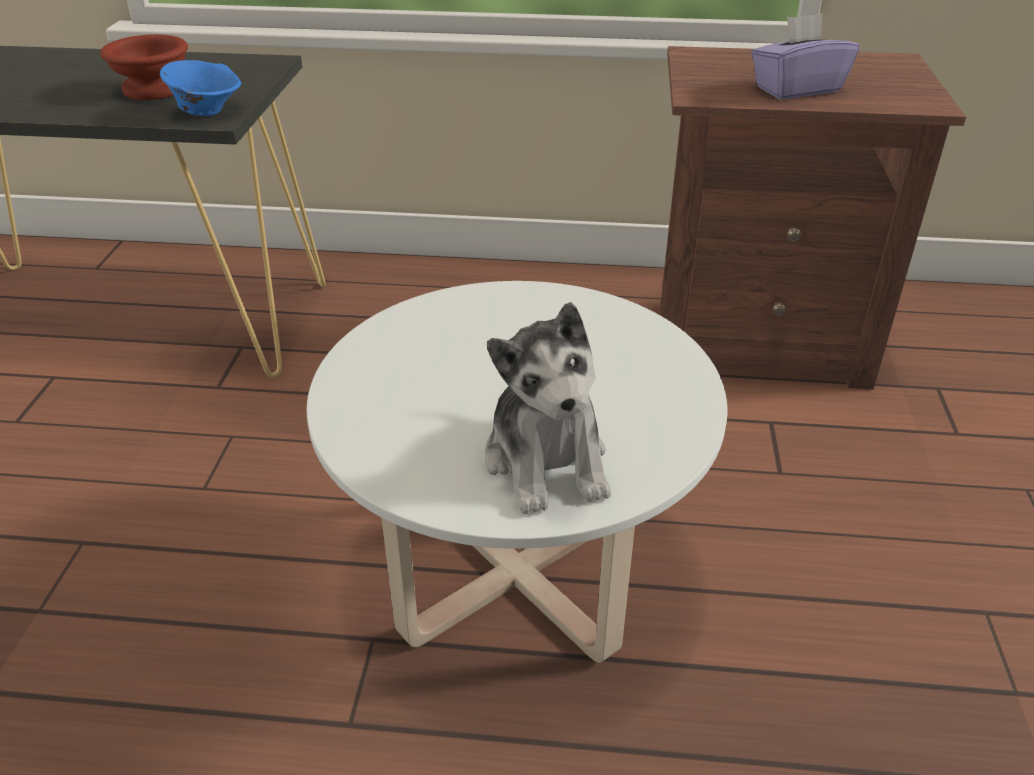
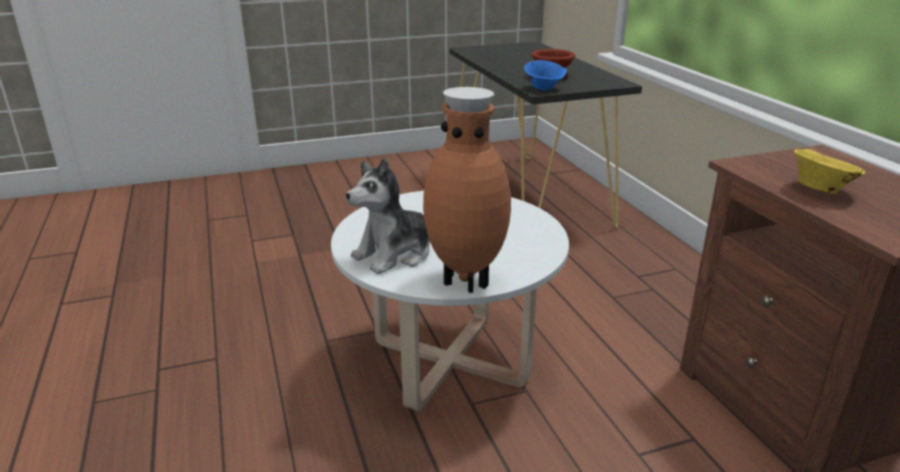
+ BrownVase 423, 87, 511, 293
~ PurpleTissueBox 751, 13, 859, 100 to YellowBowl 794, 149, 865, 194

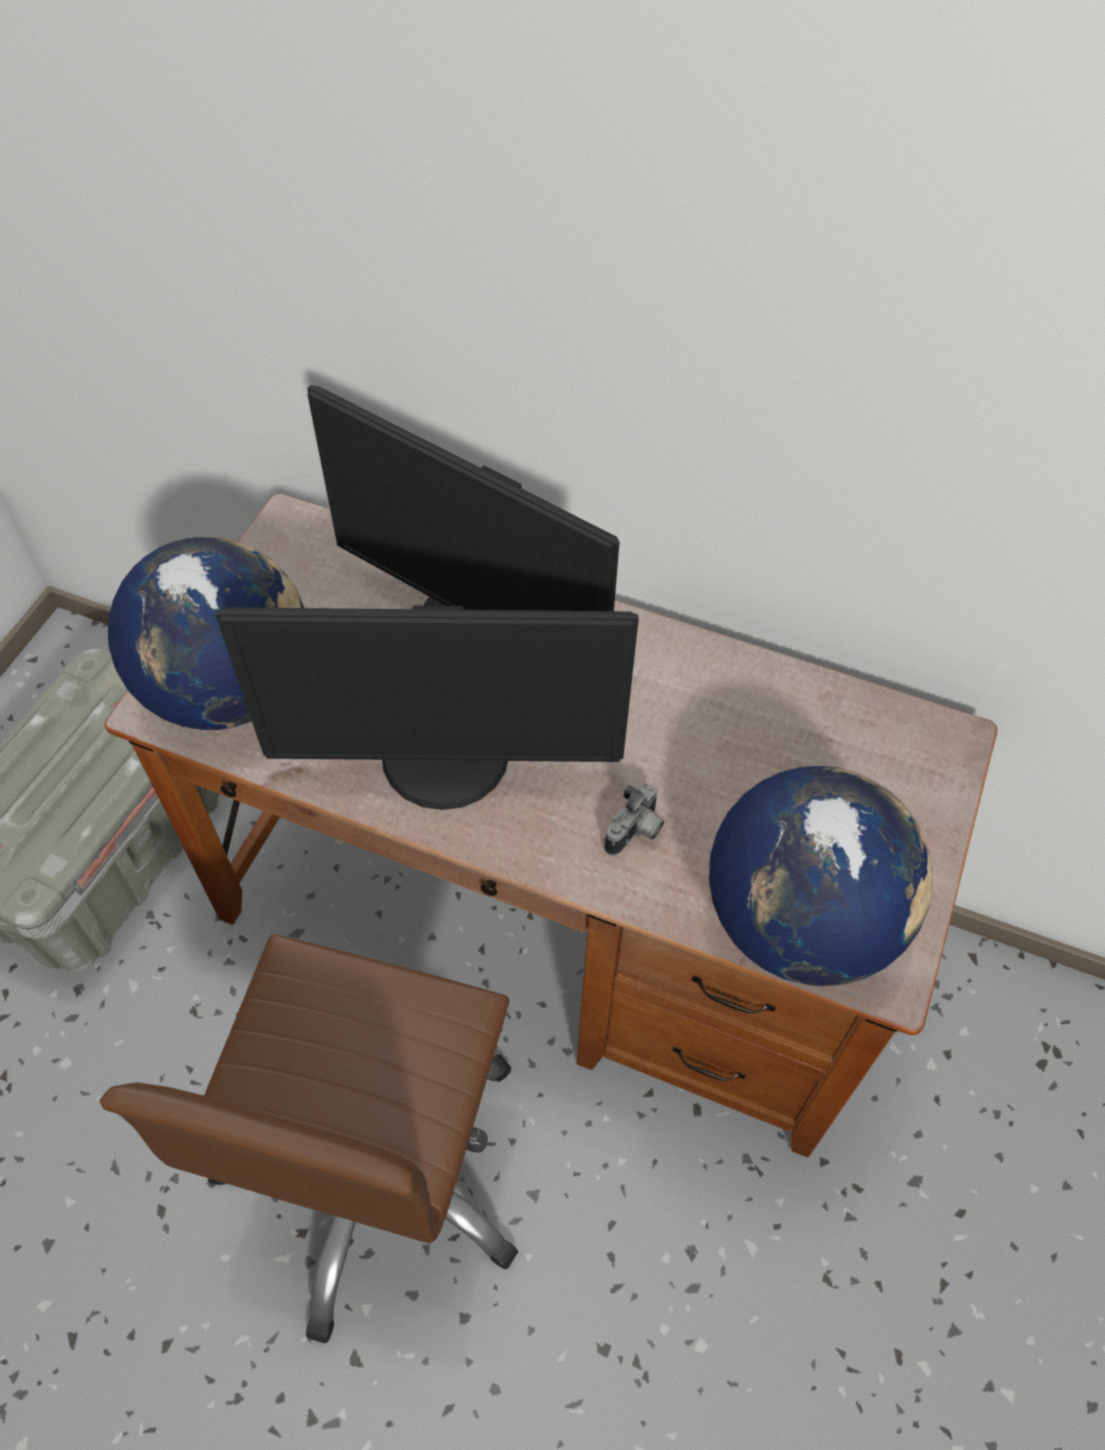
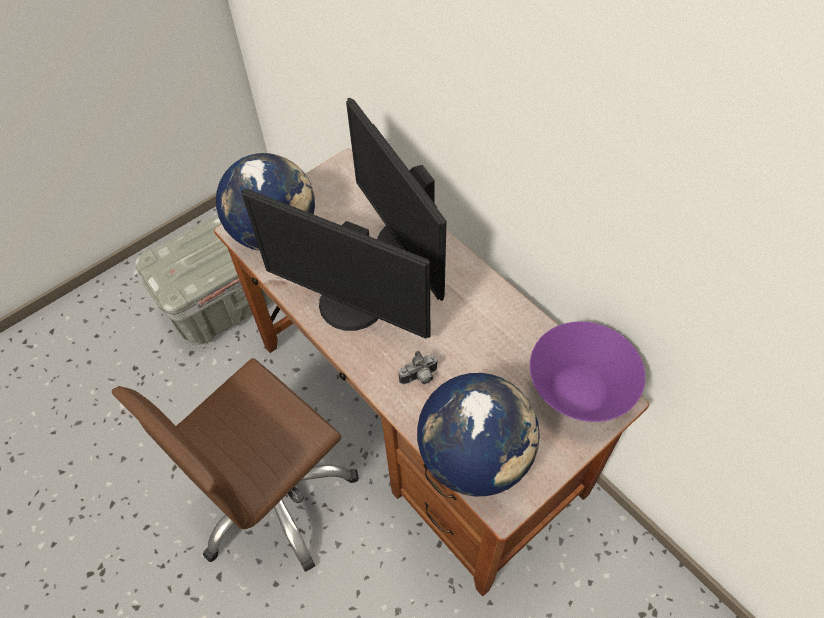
+ PurpleBowl 530, 322, 645, 422

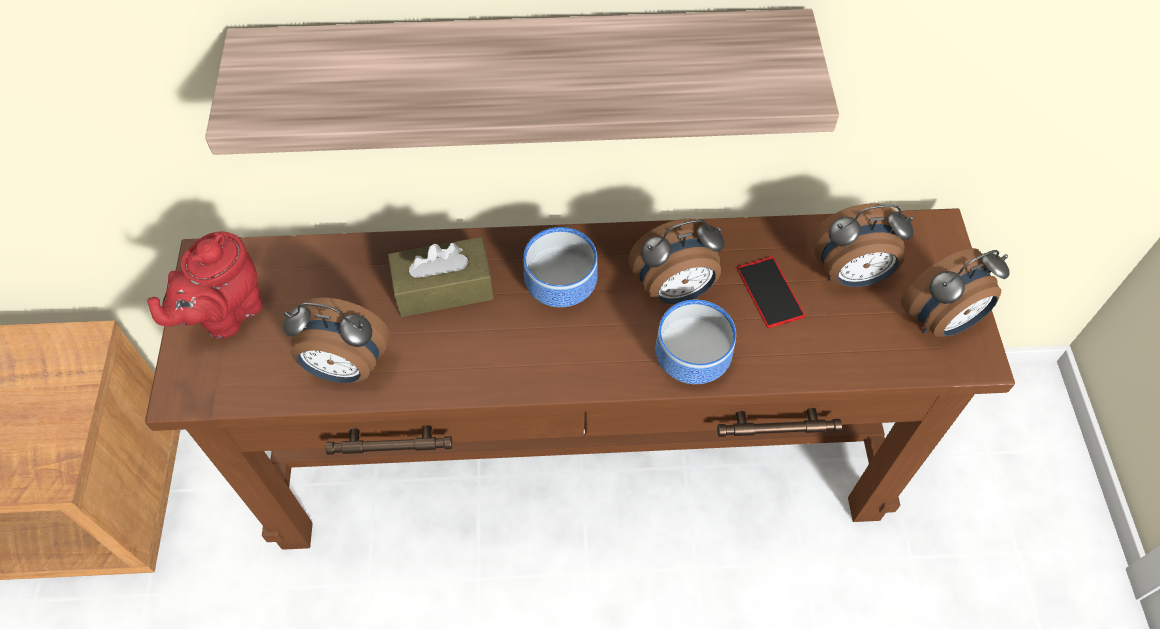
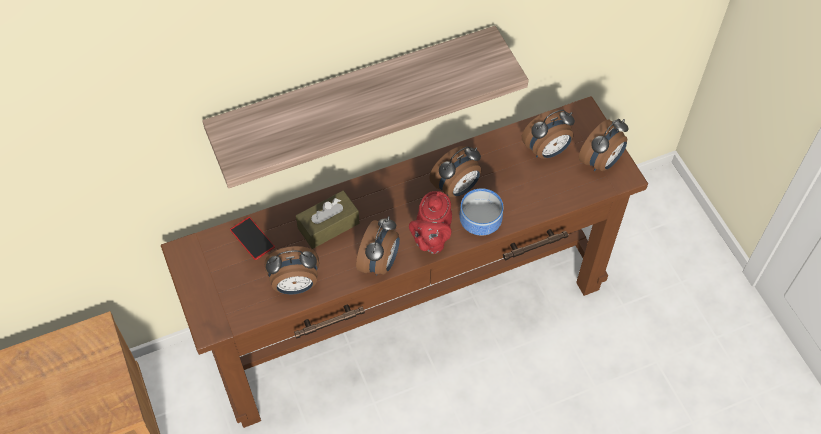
- Bowl 523, 227, 598, 307
+ AlarmClock 356, 216, 400, 276
~ RedTeapot 147, 231, 263, 339 to 409, 191, 452, 254
~ Phone 737, 256, 805, 328 to 230, 217, 275, 260

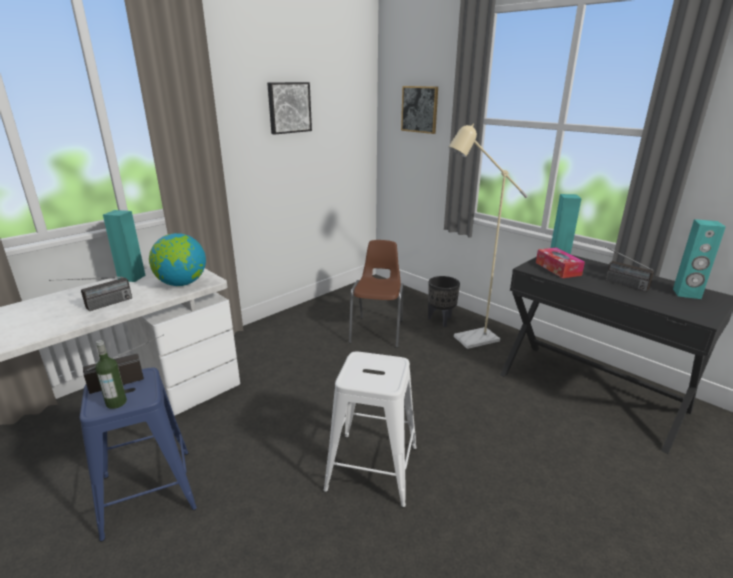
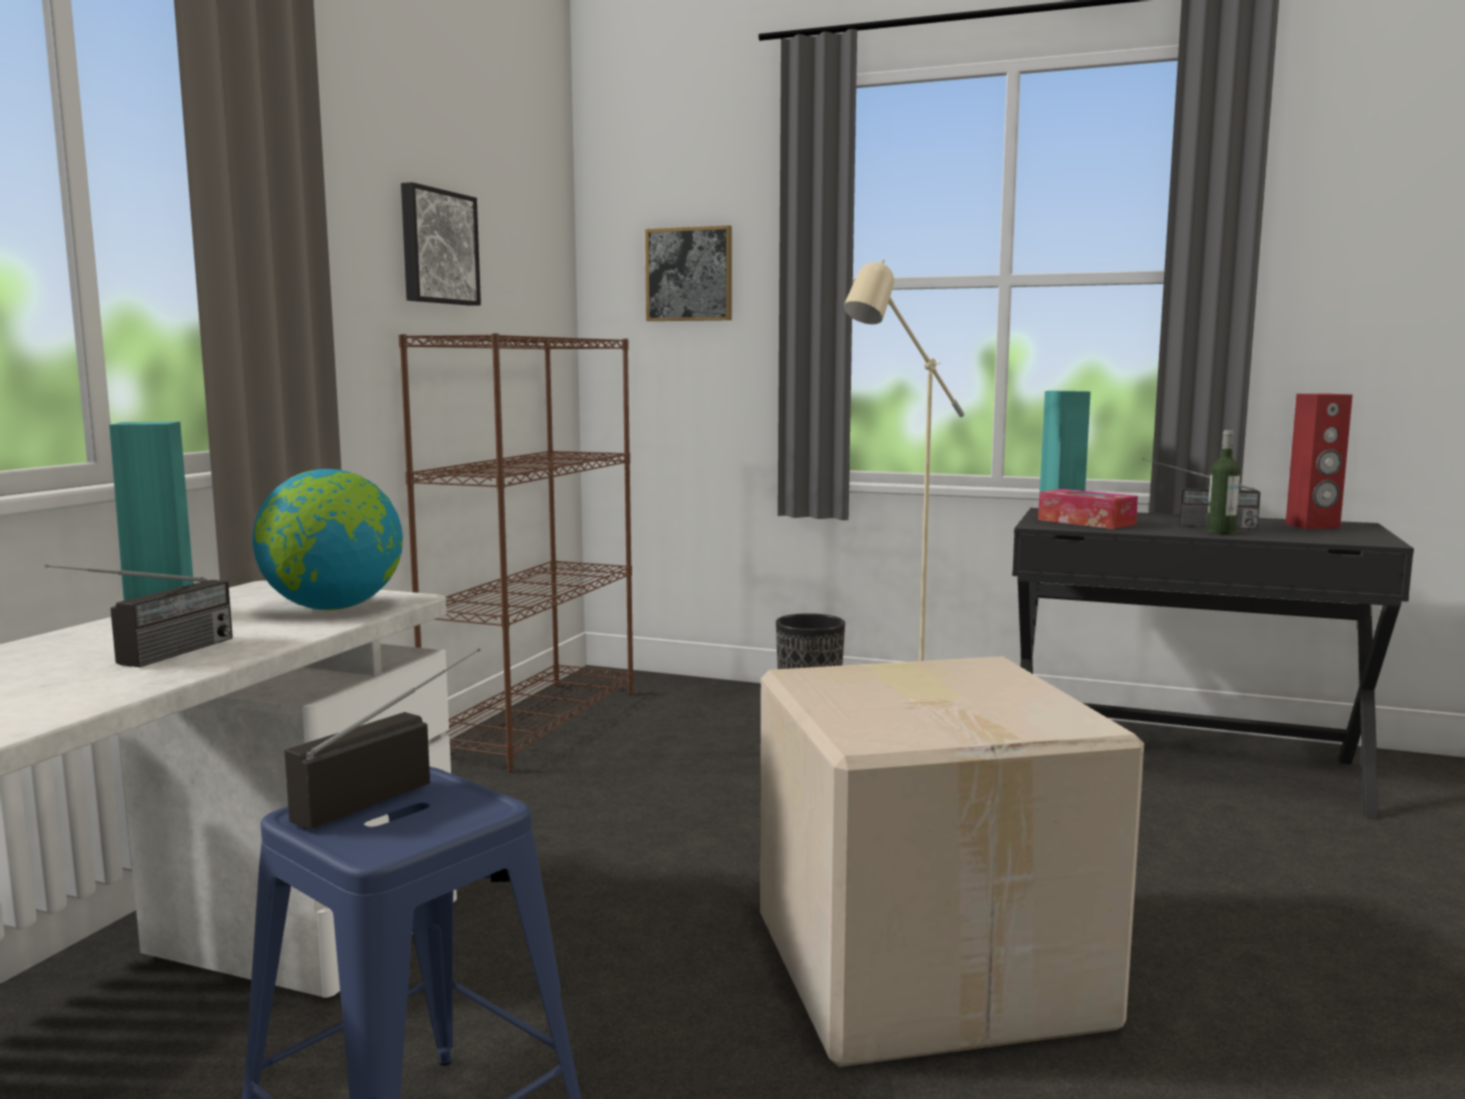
- BrownChair 349, 240, 403, 348
+ BrownBookcase 399, 333, 634, 772
~ Bottle 95, 340, 127, 409 to 1207, 430, 1240, 534
~ WhiteStool 324, 352, 417, 508 to CardboardBox 760, 656, 1144, 1067
~ TurquoiseSpeaker 673, 219, 726, 299 to RedSpeaker 1285, 394, 1353, 529

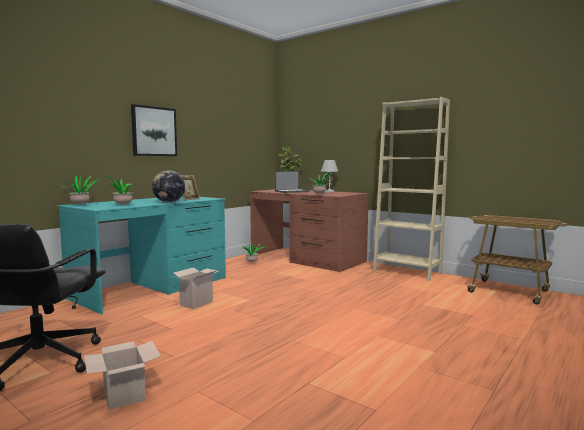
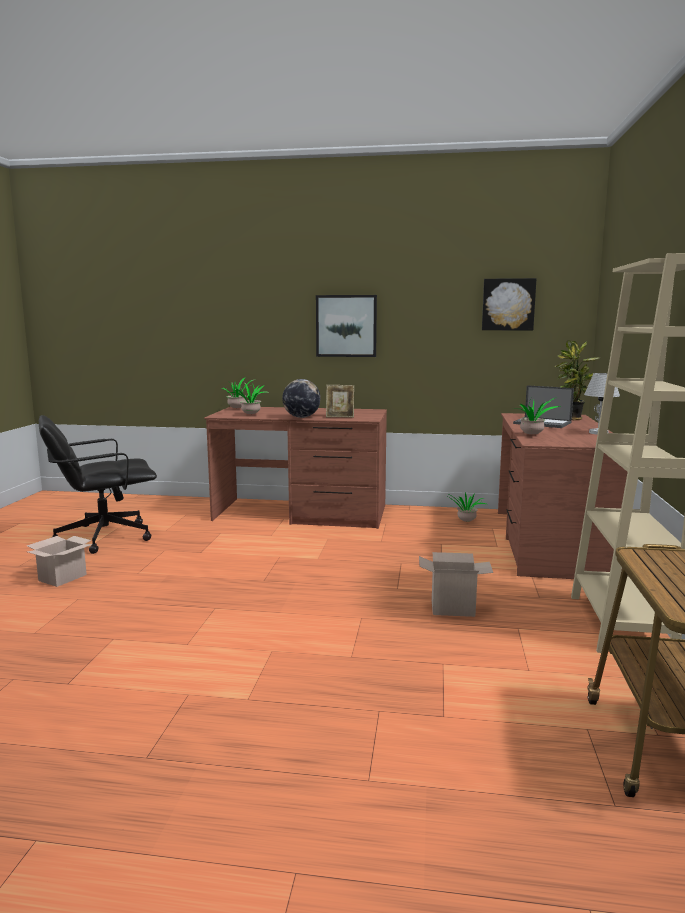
+ Picture 482, 278, 536, 330
~ CardboardBox 174, 267, 218, 309 to 419, 552, 493, 617
~ TurquoiseDesk 57, 196, 226, 315 to BrownDesk 204, 406, 387, 529

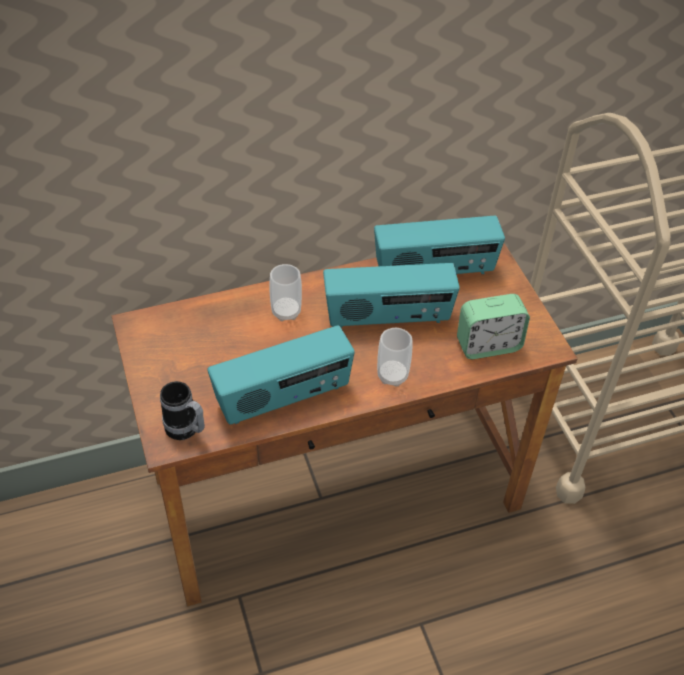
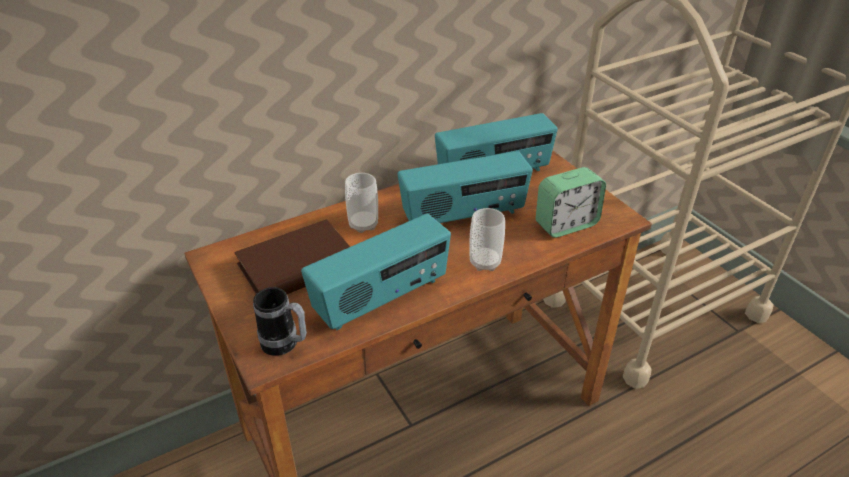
+ BrownBook 235, 219, 350, 294

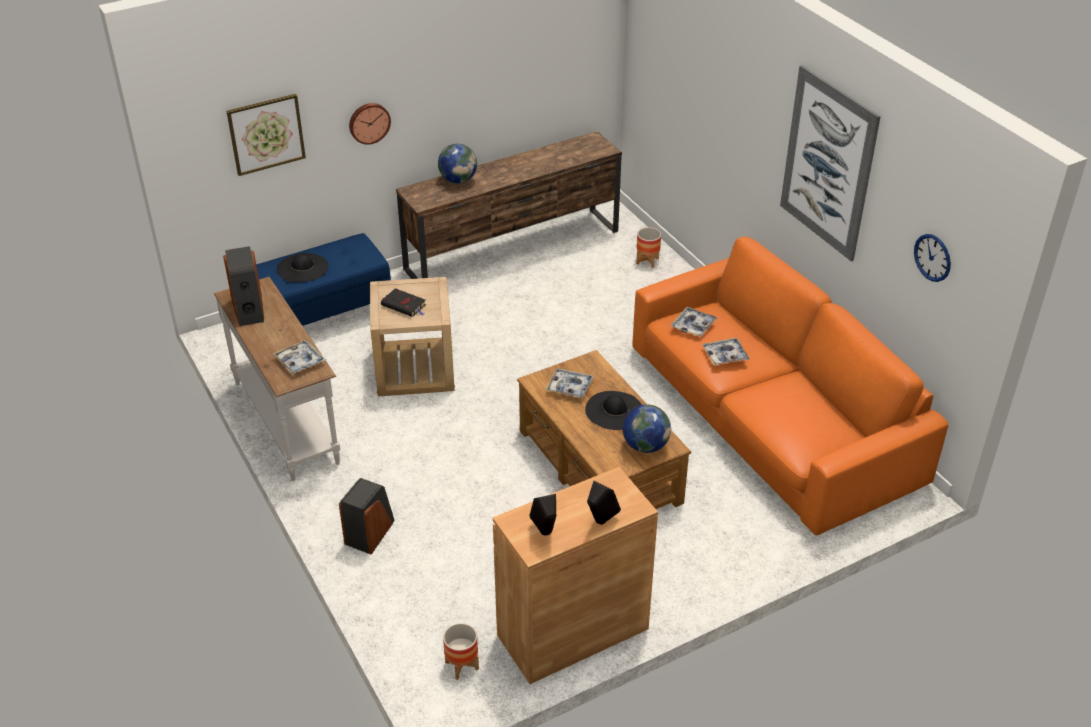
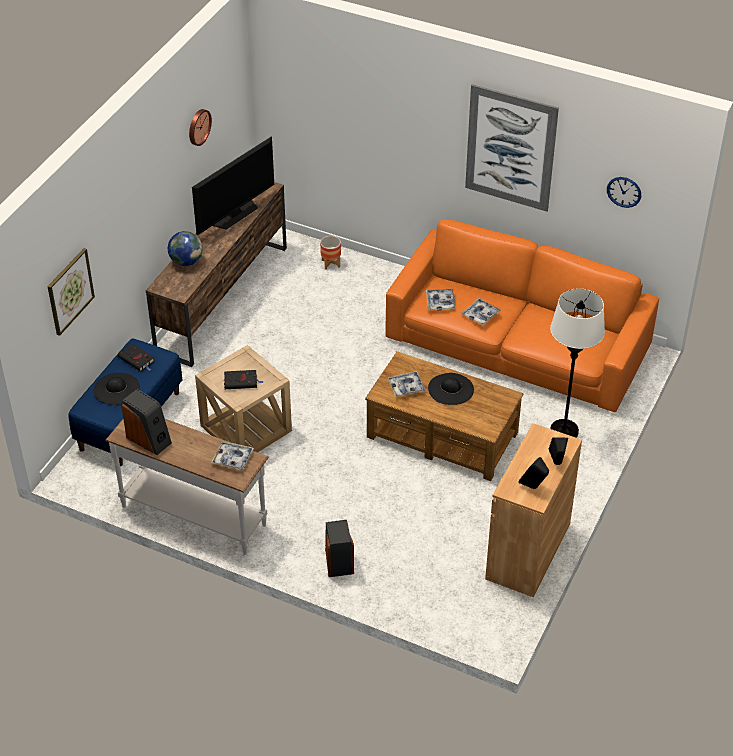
- Planter 443, 623, 479, 680
- Globe 623, 404, 671, 453
+ BlackBook 118, 344, 154, 371
+ Television 192, 137, 274, 236
+ WhiteFloorLamp 550, 288, 605, 437
~ WallClock 349, 103, 391, 145 to 189, 109, 212, 146

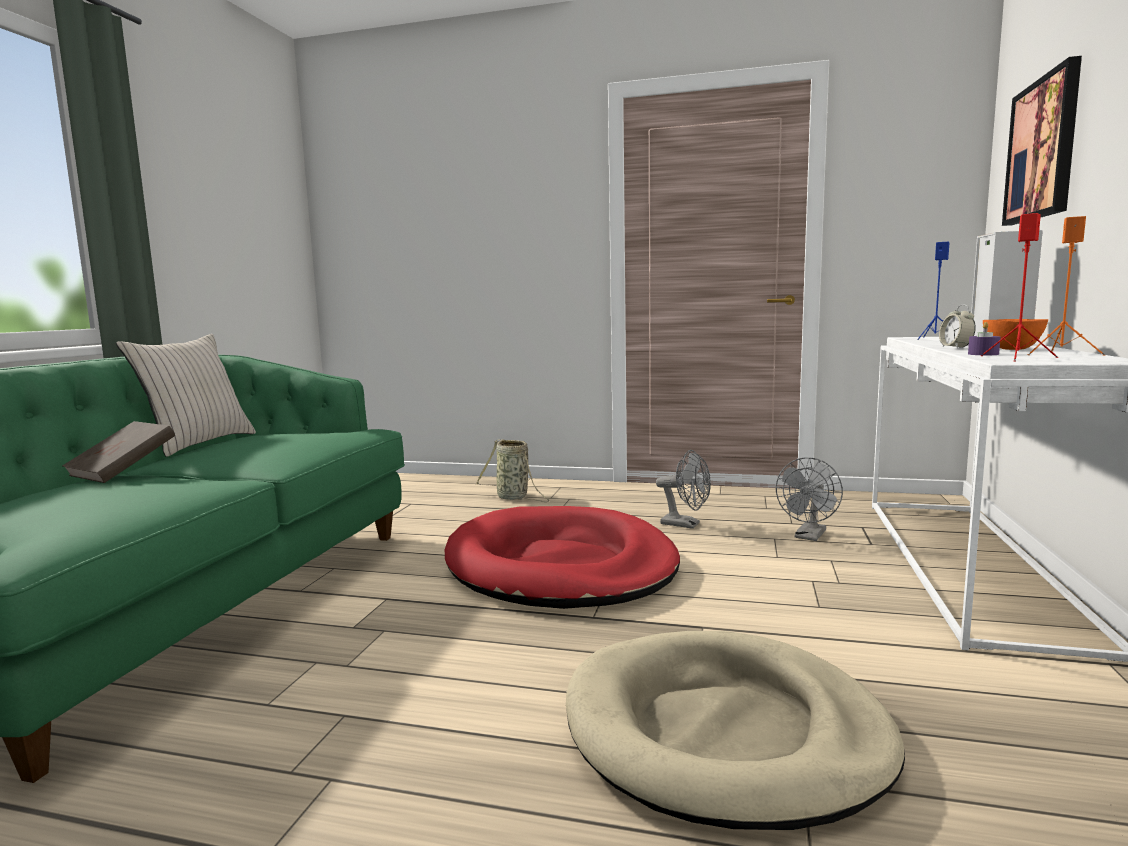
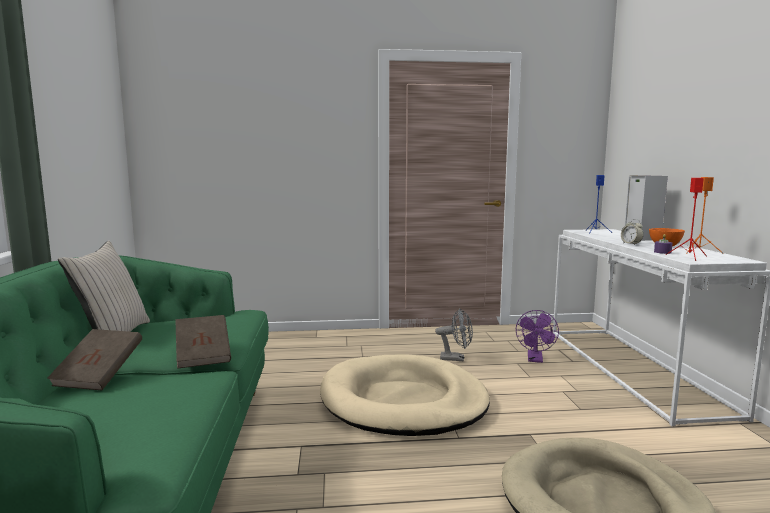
- Basket 475, 439, 549, 502
- Picture 1002, 56, 1082, 226
+ BrownBook 175, 315, 231, 369
~ RedDogBed 445, 506, 680, 609 to BeigeDogBed 320, 354, 490, 436
~ GreyFan 776, 457, 843, 541 to PurpleFan 516, 310, 559, 363

